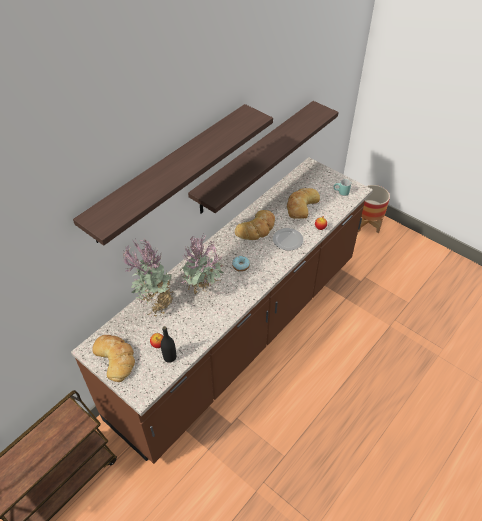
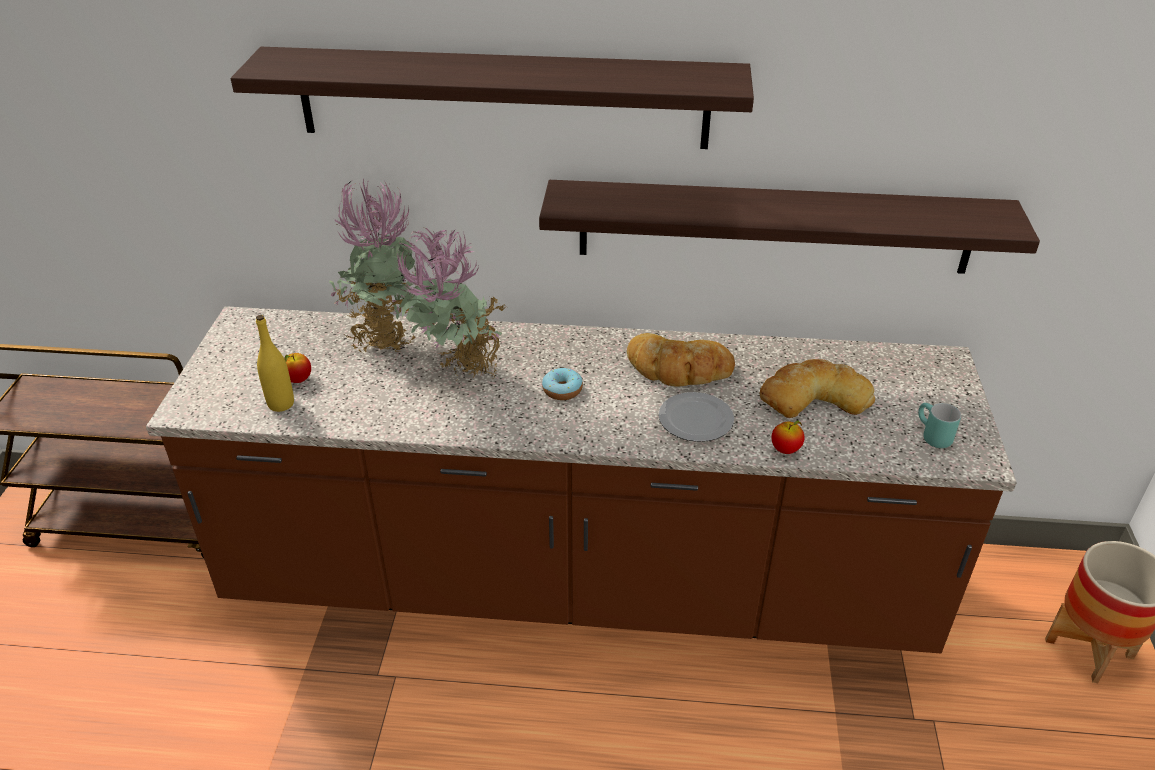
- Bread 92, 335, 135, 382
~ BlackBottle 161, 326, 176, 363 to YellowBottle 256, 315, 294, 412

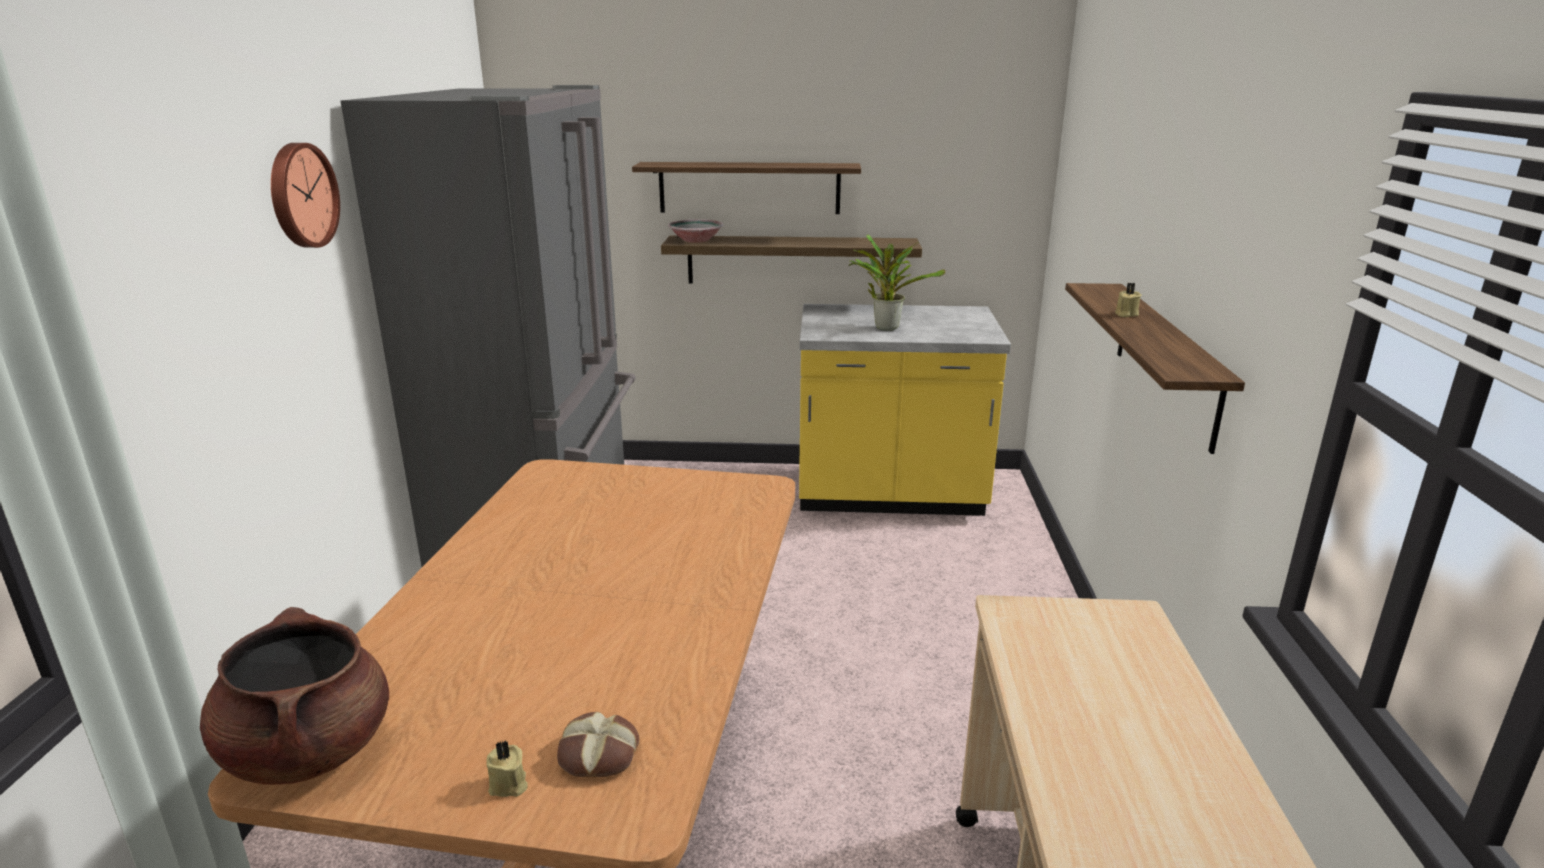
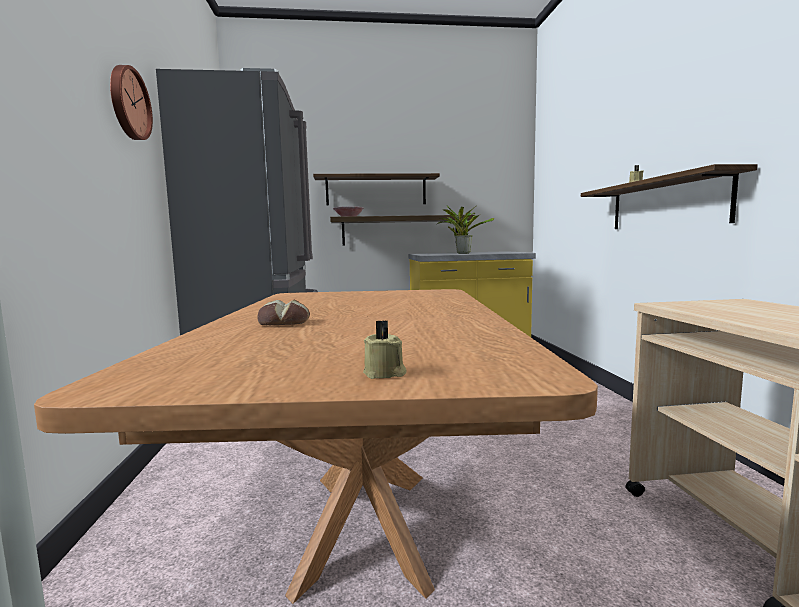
- BrownCookingPot 200, 607, 389, 785
~ Bread 557, 712, 639, 777 to 258, 300, 310, 325

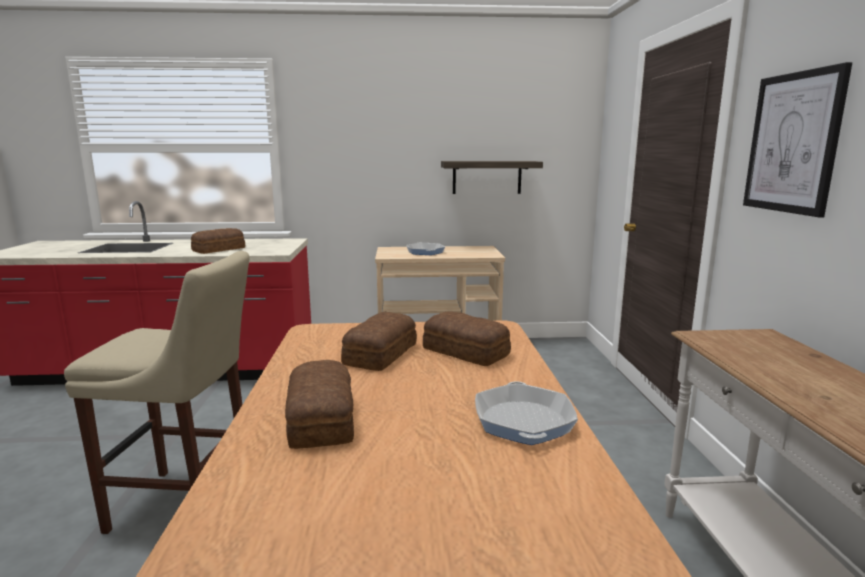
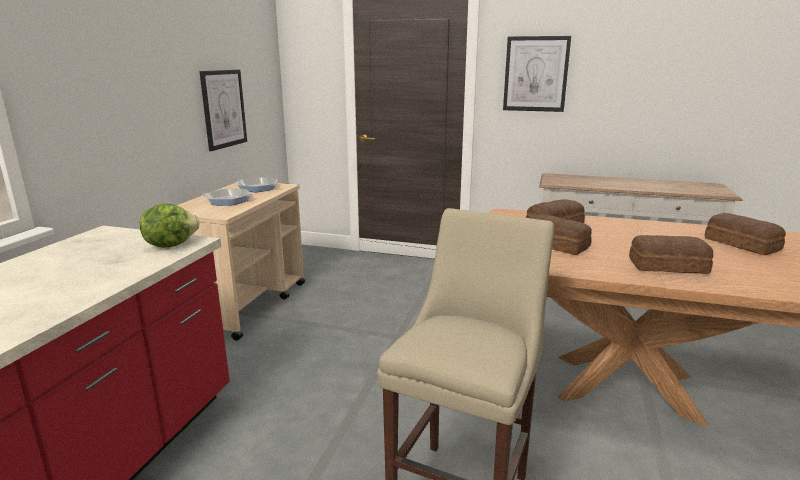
+ Lettuce 140, 204, 200, 248
~ Bread 191, 228, 245, 254 to 705, 213, 786, 255
~ FryingPan 475, 381, 578, 445 to 237, 177, 279, 192
~ Shelf 441, 161, 543, 194 to Picture 199, 70, 247, 151

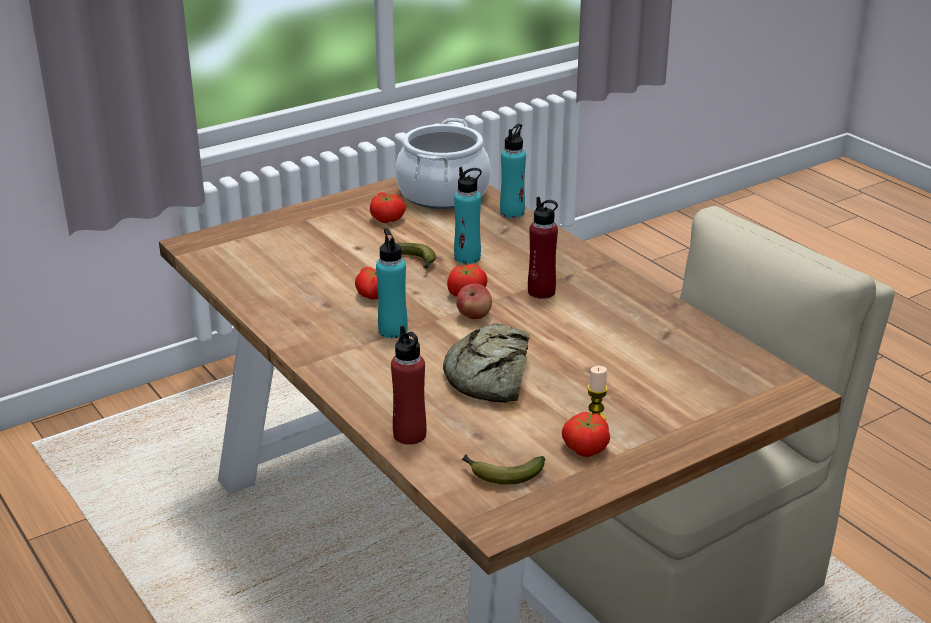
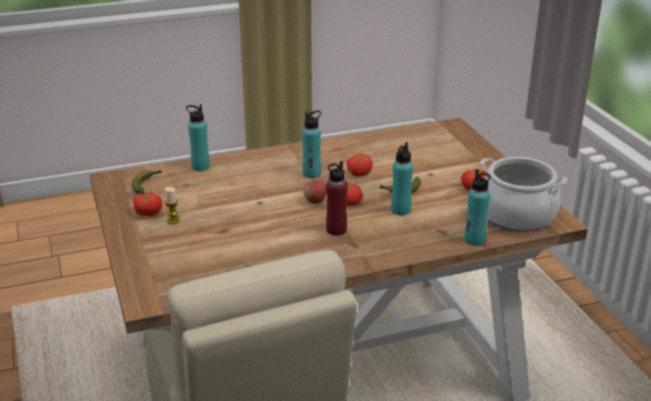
- Bread 443, 323, 530, 403
~ RedBottle 391, 325, 426, 445 to TurquoiseBottle 186, 104, 210, 171

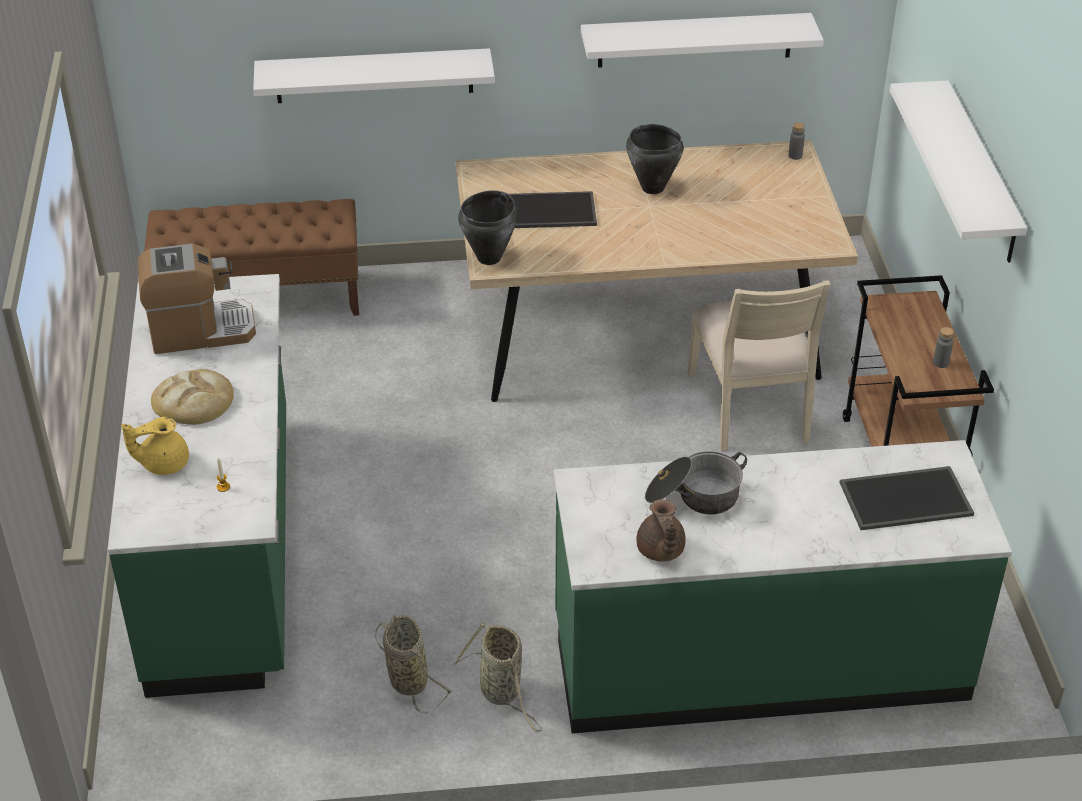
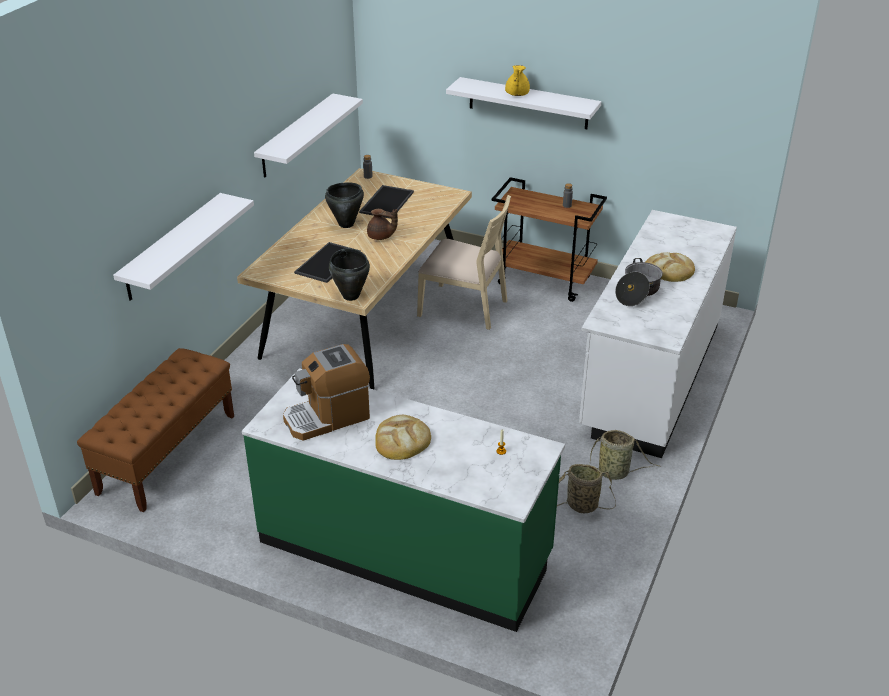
+ Bread 646, 252, 695, 282
~ YellowTeapot 122, 417, 189, 475 to 505, 65, 530, 96
~ BrownTeapot 636, 499, 686, 562 to 367, 209, 398, 240
~ Tray 840, 466, 974, 530 to 359, 185, 414, 219
~ GreenCounter 554, 440, 1012, 733 to WhiteCounter 579, 210, 737, 458
~ CoffeeMachine 138, 244, 256, 354 = 283, 344, 370, 441 135 degrees counterclockwise

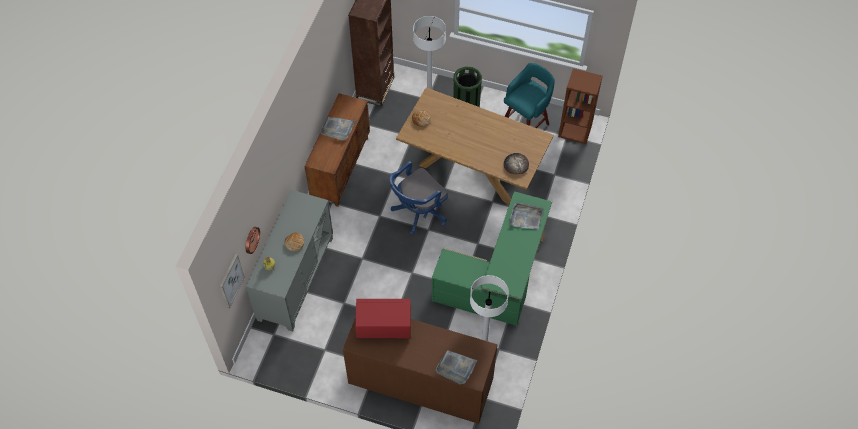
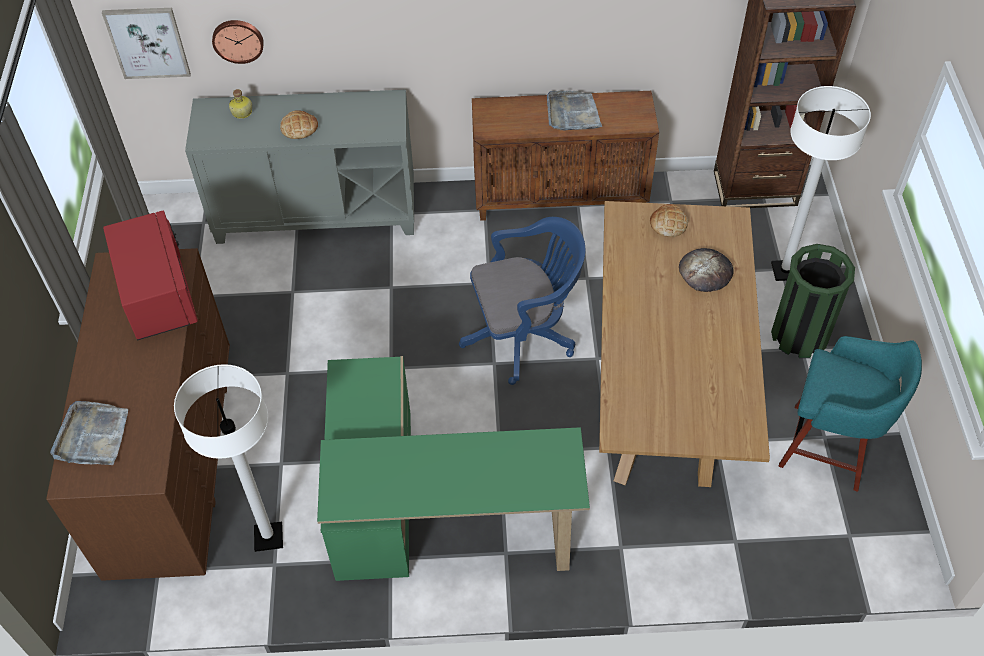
- GreyTray 509, 202, 543, 230
- BrownBookcase 558, 68, 603, 144
~ Bread 504, 153, 529, 174 to 679, 248, 734, 292
~ BlueOfficeChair 389, 161, 448, 234 = 459, 217, 585, 385 135 degrees clockwise

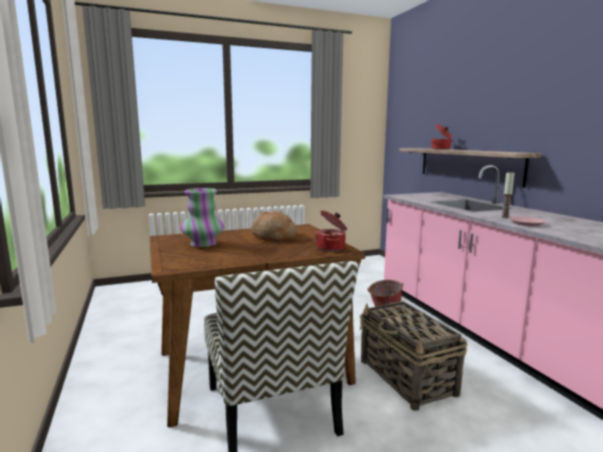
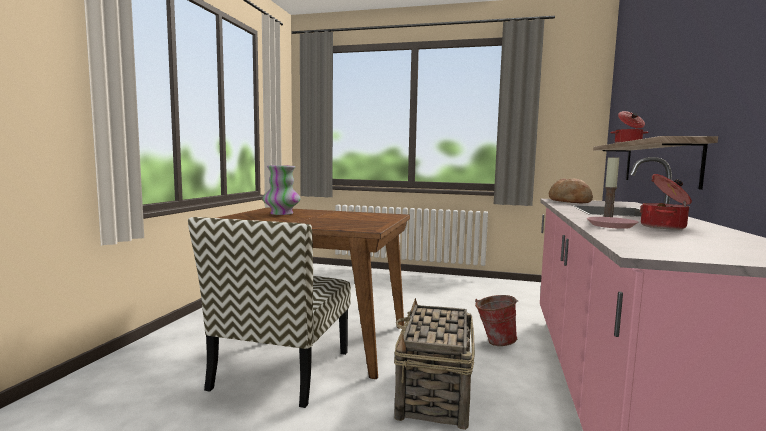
~ Bread 251, 211, 297, 241 to 549, 178, 593, 203
~ CookingPot 315, 210, 347, 251 to 640, 174, 692, 230

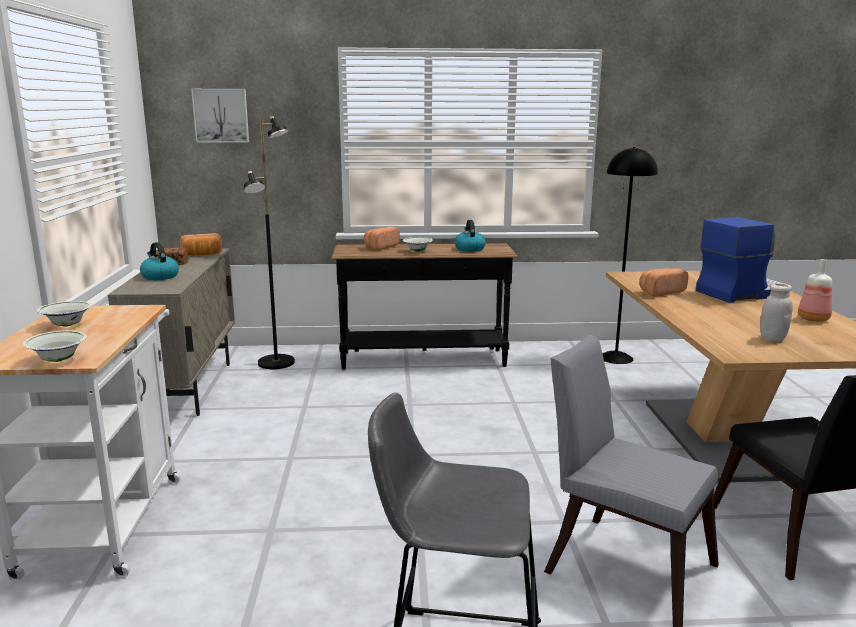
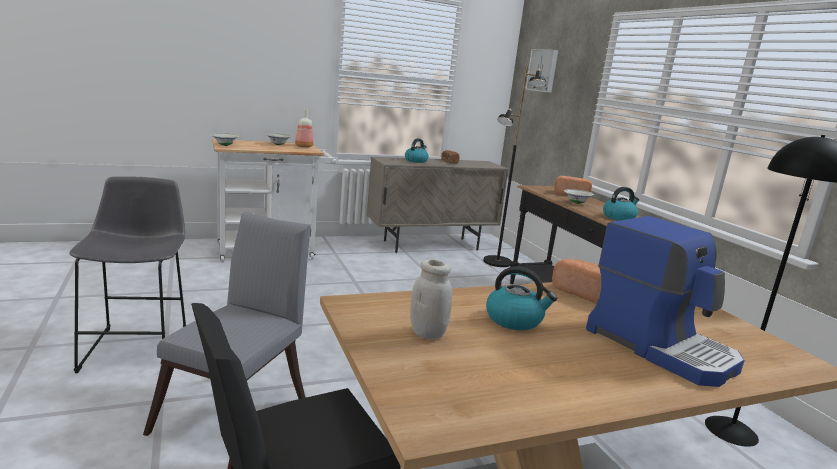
- Bread 180, 233, 222, 256
+ Kettle 486, 266, 557, 330
~ Bottle 798, 259, 832, 322 to 295, 109, 314, 148

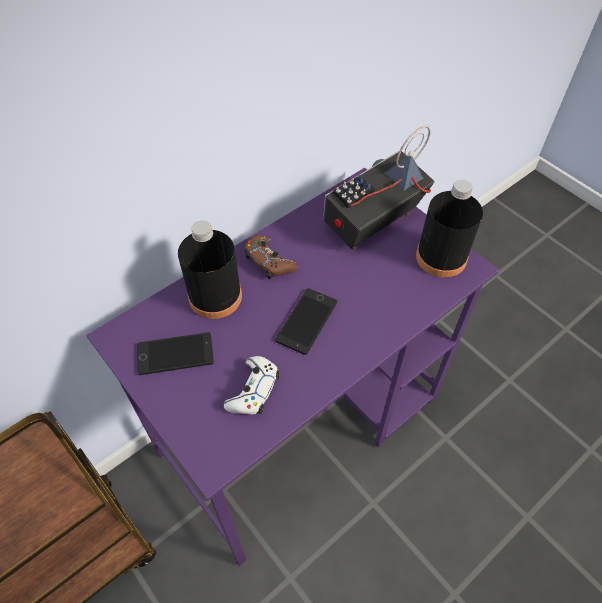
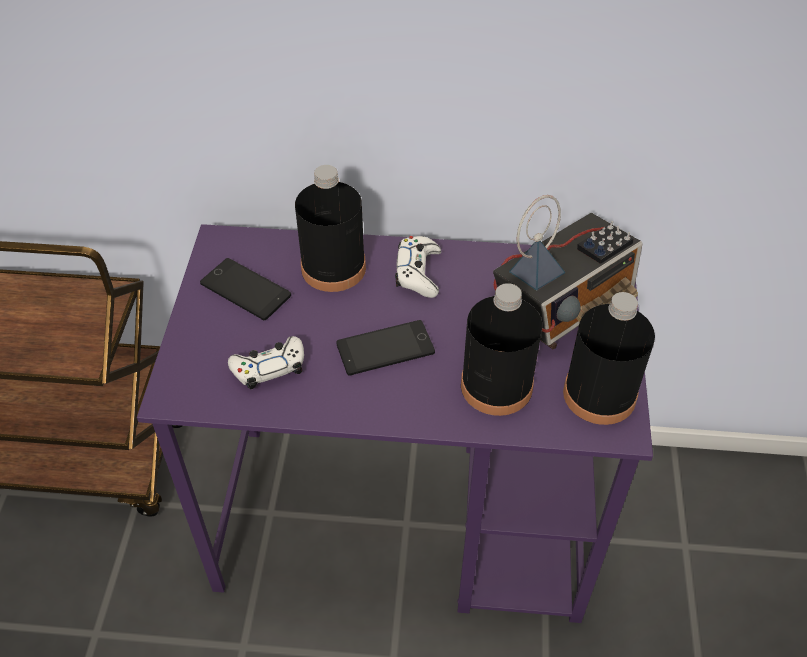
+ BlackBottle 461, 283, 542, 416
~ BrownGameController 244, 235, 298, 279 to WhiteGameController 395, 236, 441, 298
~ Radio 323, 126, 434, 250 = 493, 195, 643, 349 135 degrees clockwise

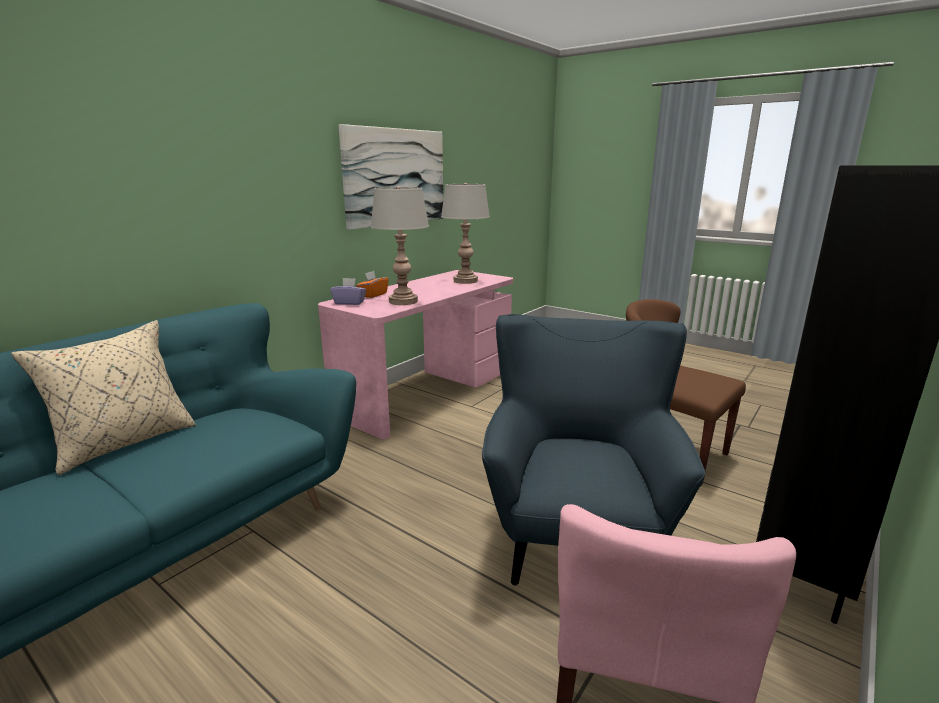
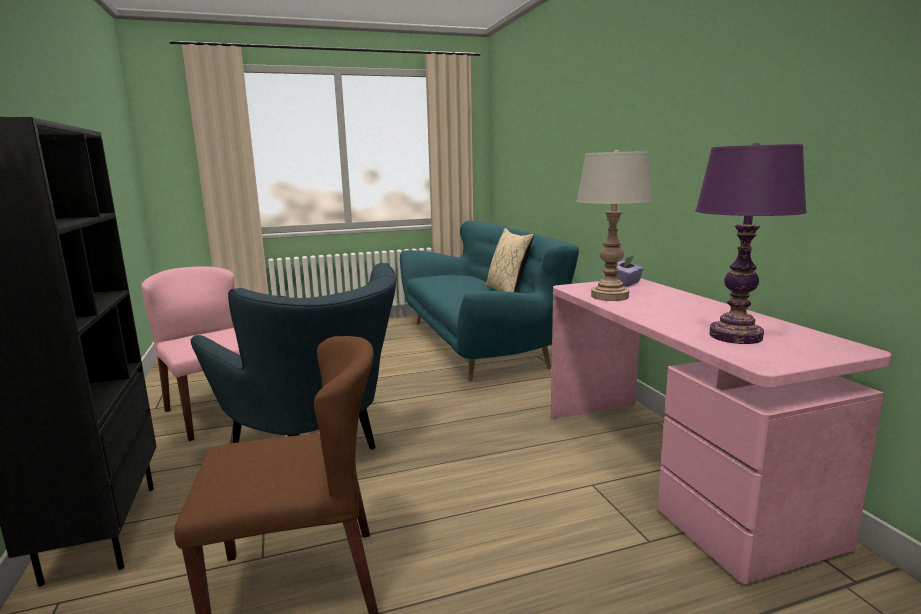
- Picture 339, 124, 444, 230
- OrangeTissueBox 356, 271, 389, 298
~ GreyTableLamp 441, 183, 490, 284 to PurpleTableLamp 695, 143, 807, 344

